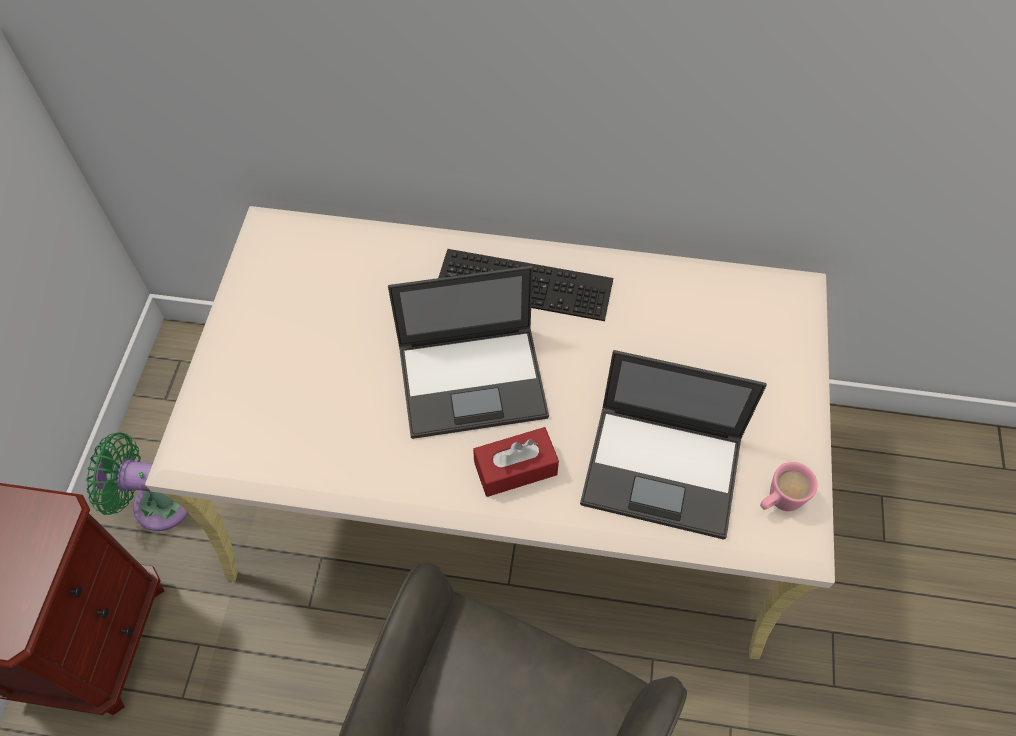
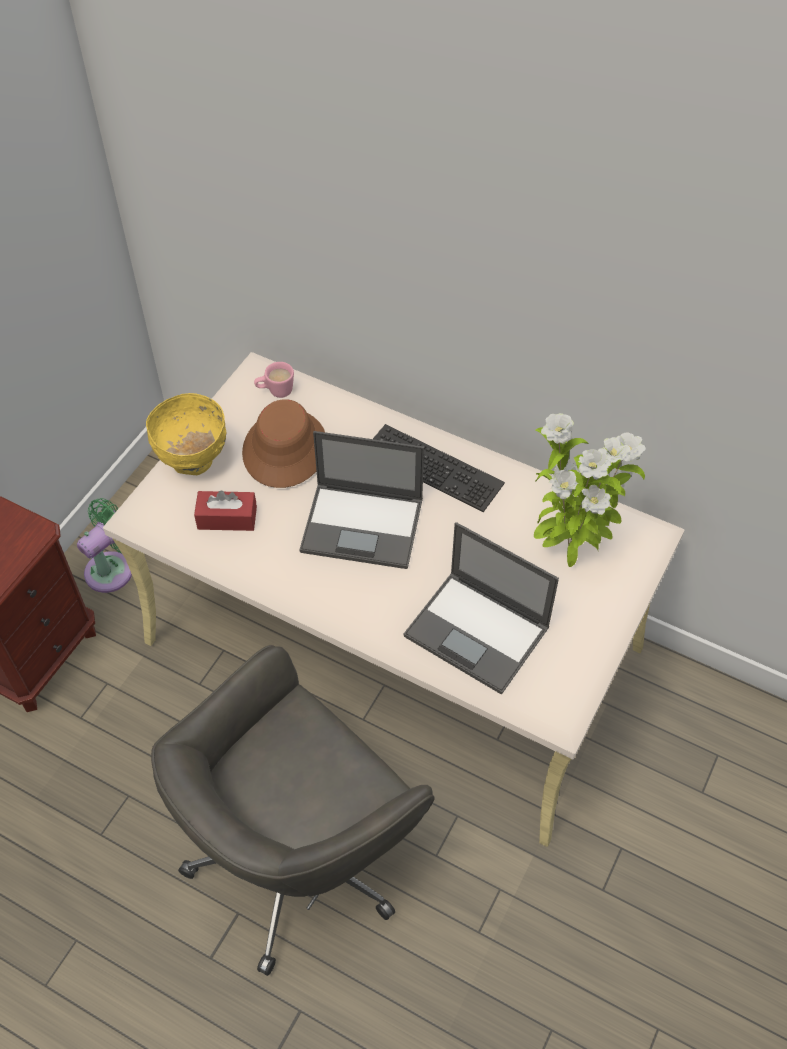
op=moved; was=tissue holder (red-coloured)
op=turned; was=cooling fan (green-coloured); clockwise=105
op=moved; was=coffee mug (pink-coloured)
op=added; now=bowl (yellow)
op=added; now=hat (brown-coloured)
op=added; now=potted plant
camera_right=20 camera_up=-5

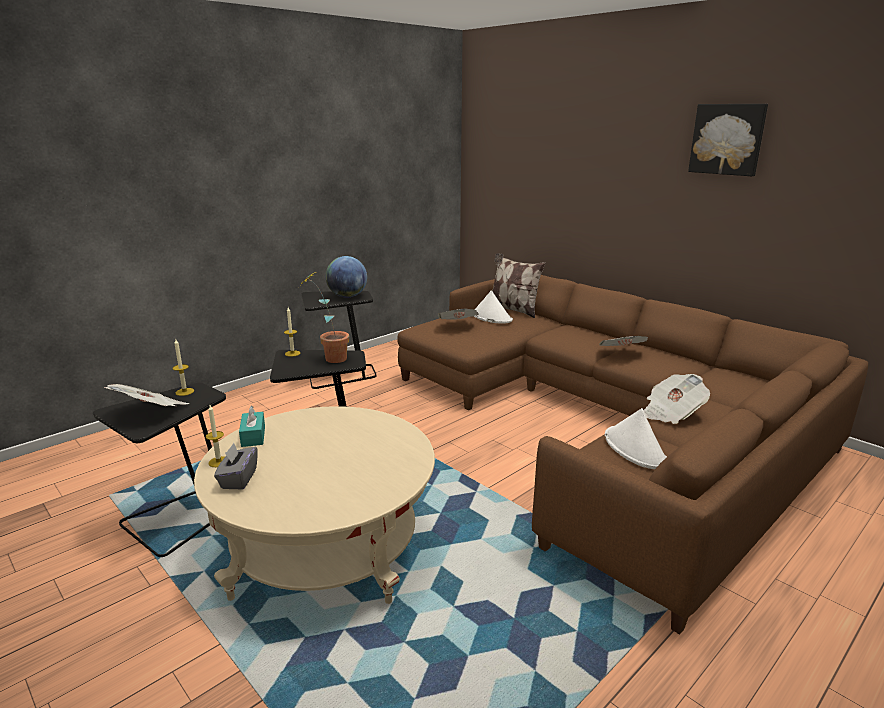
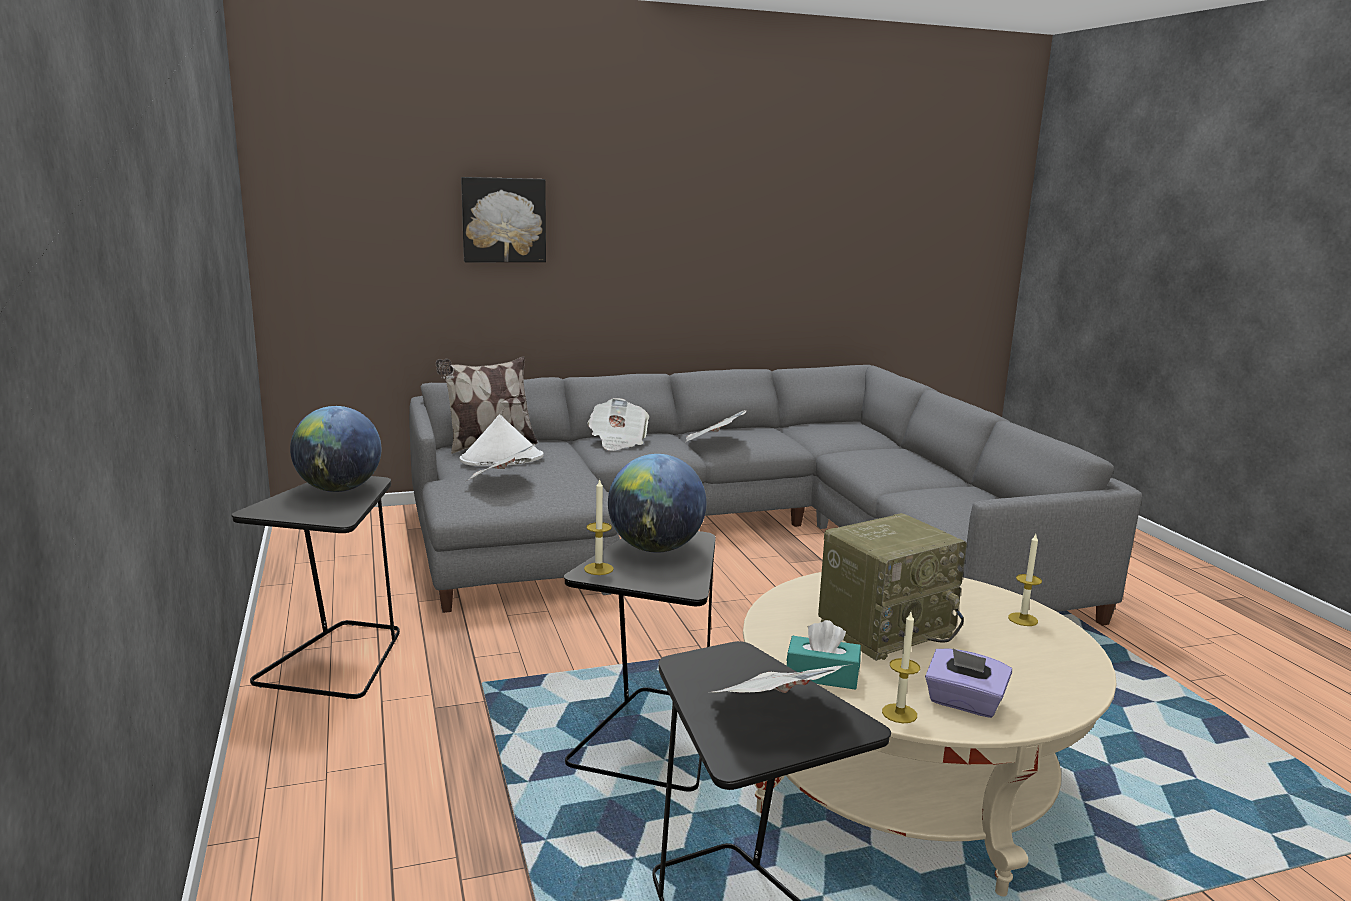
op=moved; was=picture
op=replaced; was=potted plant; now=globe (2nd from left)
op=recoloured; was=sofa (brown-coloured); now=sofa (grey)
op=moved; was=candle (1st from left in the first image); now=candle (3rd from left)
op=moved; was=newspaper (4th from left in the first image); now=newspaper (2nd from left)
op=removed; was=hat (white) (2nd from left)
op=recoloured; was=tissue holder (grey); now=tissue holder (purple)
op=added; now=radio
camera_right=-65 camera_up=-5

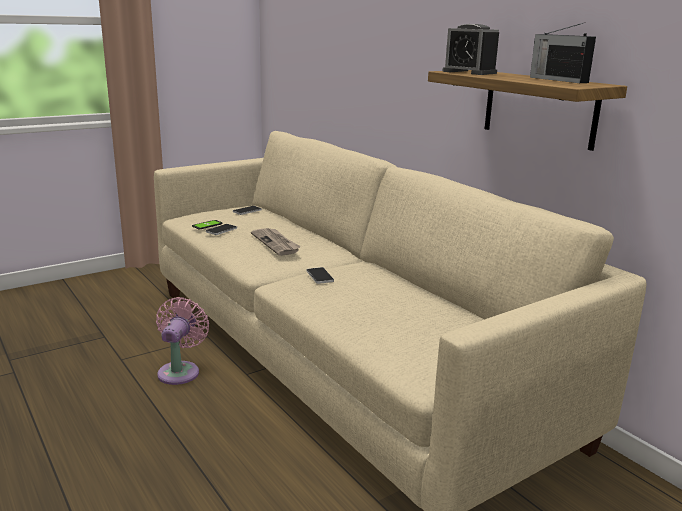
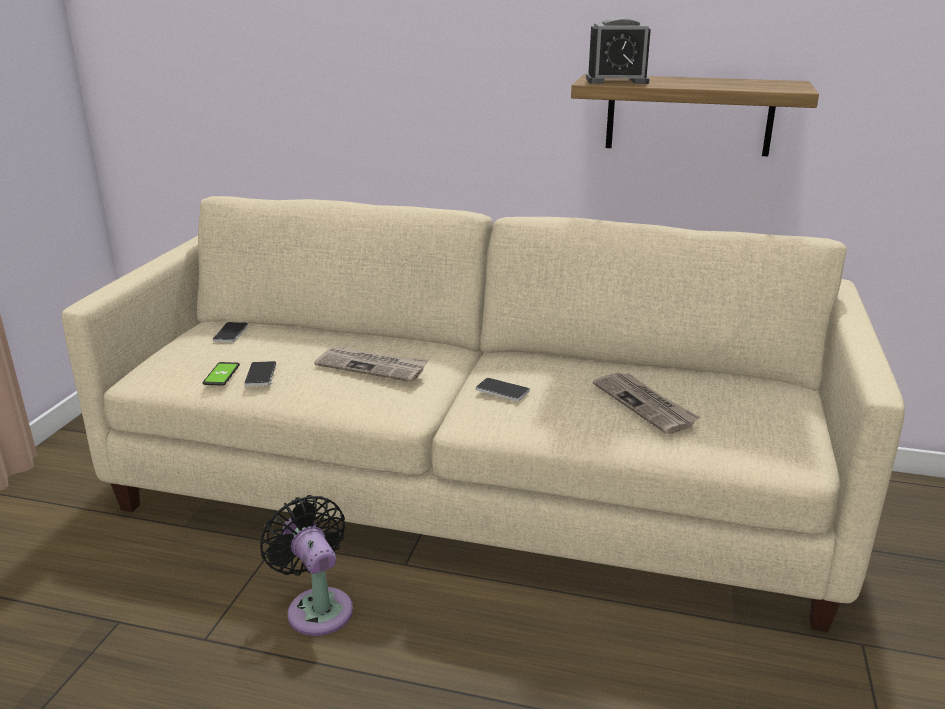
op=removed; was=radio
op=recoloured; was=cooling fan (pink-coloured); now=cooling fan (black)
op=added; now=newspaper (2nd from left)
camera_right=-40 camera_up=5

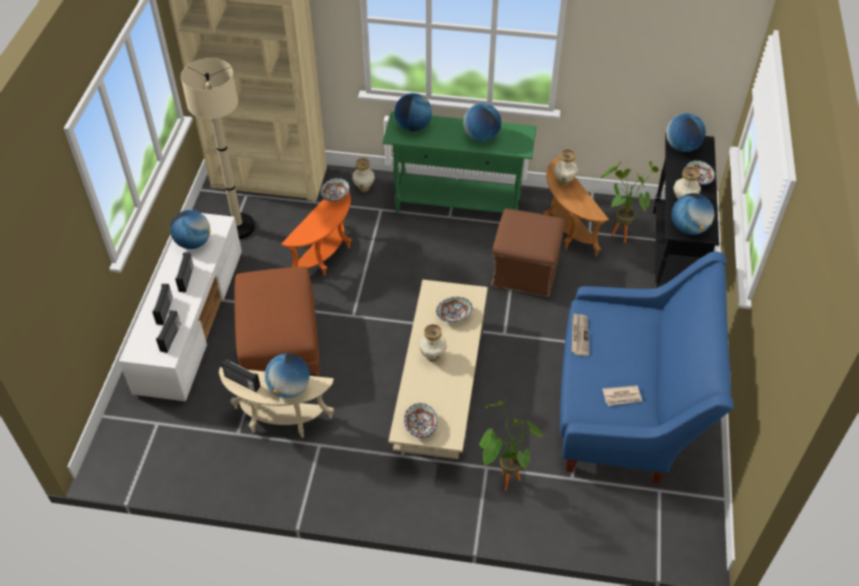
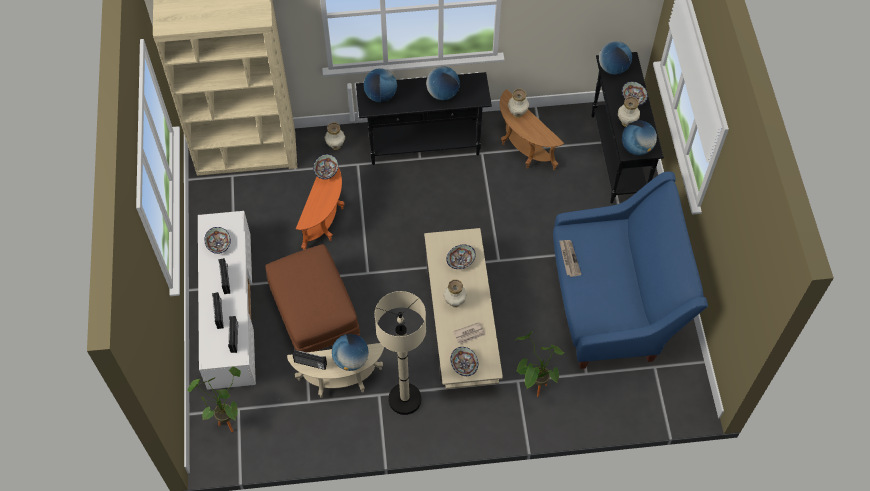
op=moved; was=floor lamp (beige-coloured)
op=recoloured; was=narrow table (green-coloured); now=narrow table (black) (1st from left)
op=moved; was=potted plant (2nd from left in the first image); now=potted plant (1st from left)
op=removed; was=footrest (brown-coloured) (2nd from left)
op=replaced; was=globe (1st from left); now=bowl (1st from left)
op=moved; was=newspaper (2nd from left in the first image); now=newspaper (1st from left)
camera_right=-15 camera_up=10

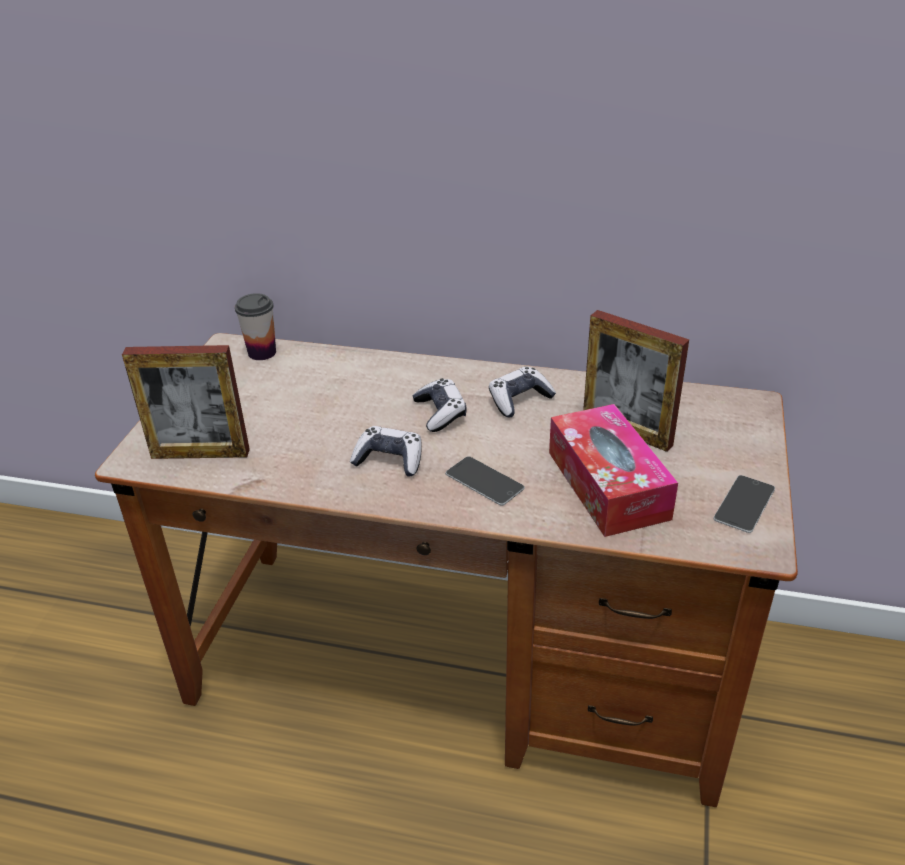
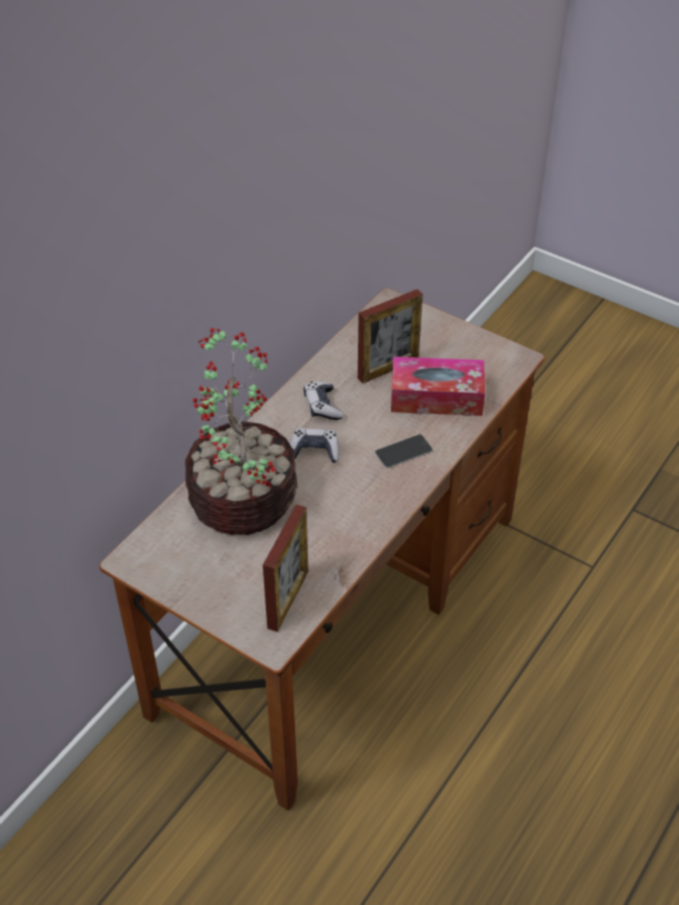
op=removed; was=cup
op=removed; was=gamepad (1st from left)
op=removed; was=telephone (2nd from left)
op=added; now=potted plant
camera_right=-70 camera_up=10

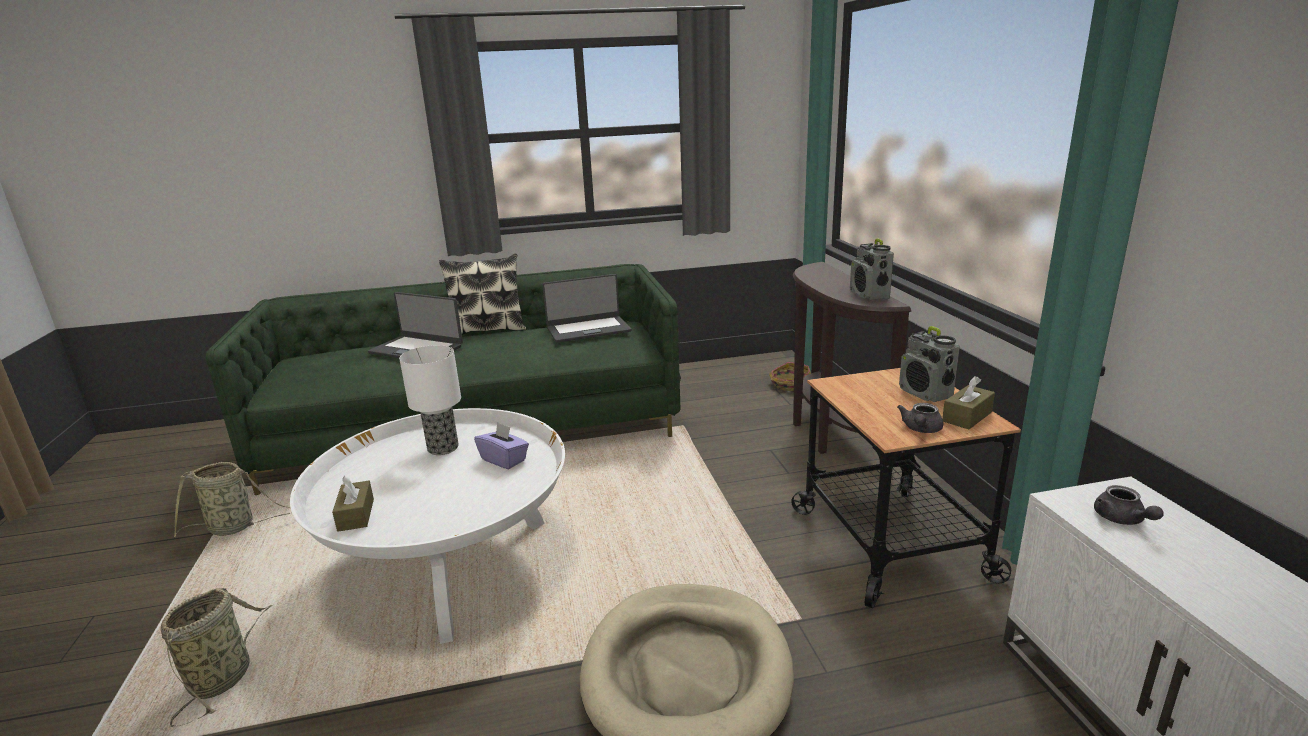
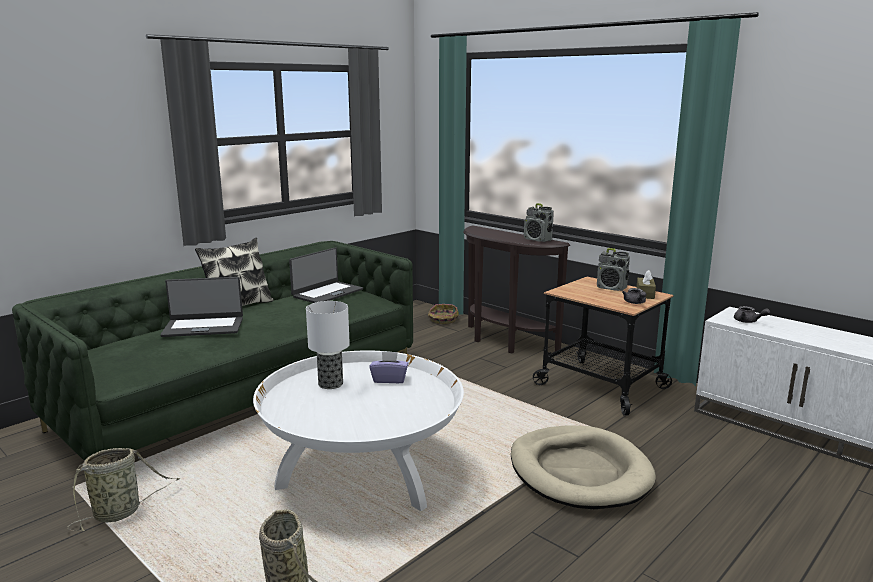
op=removed; was=tissue holder (brown-coloured) (1st from left)
camera_right=-35 camera_up=-5

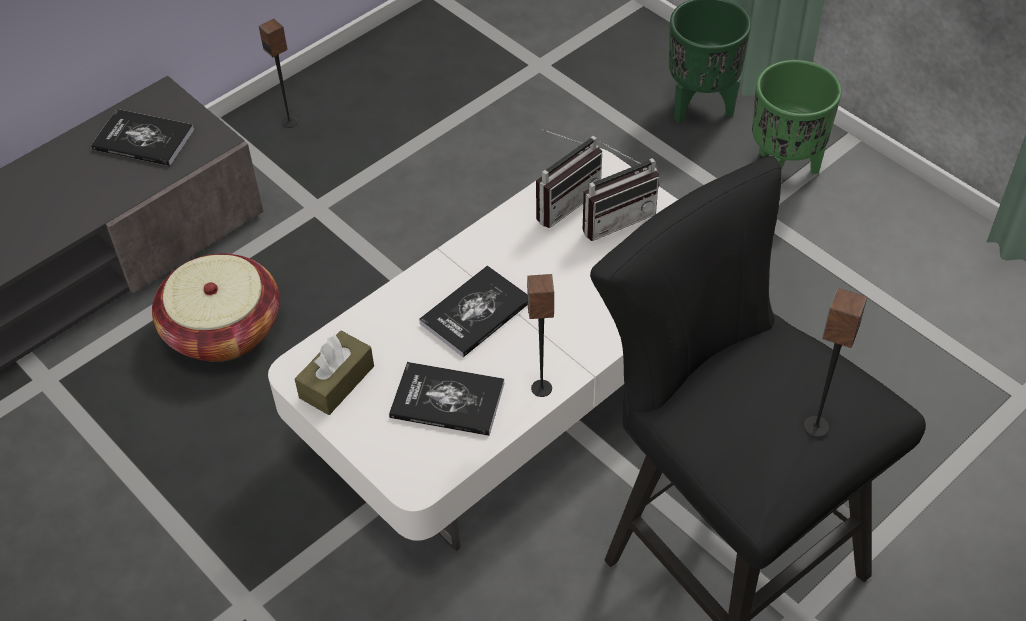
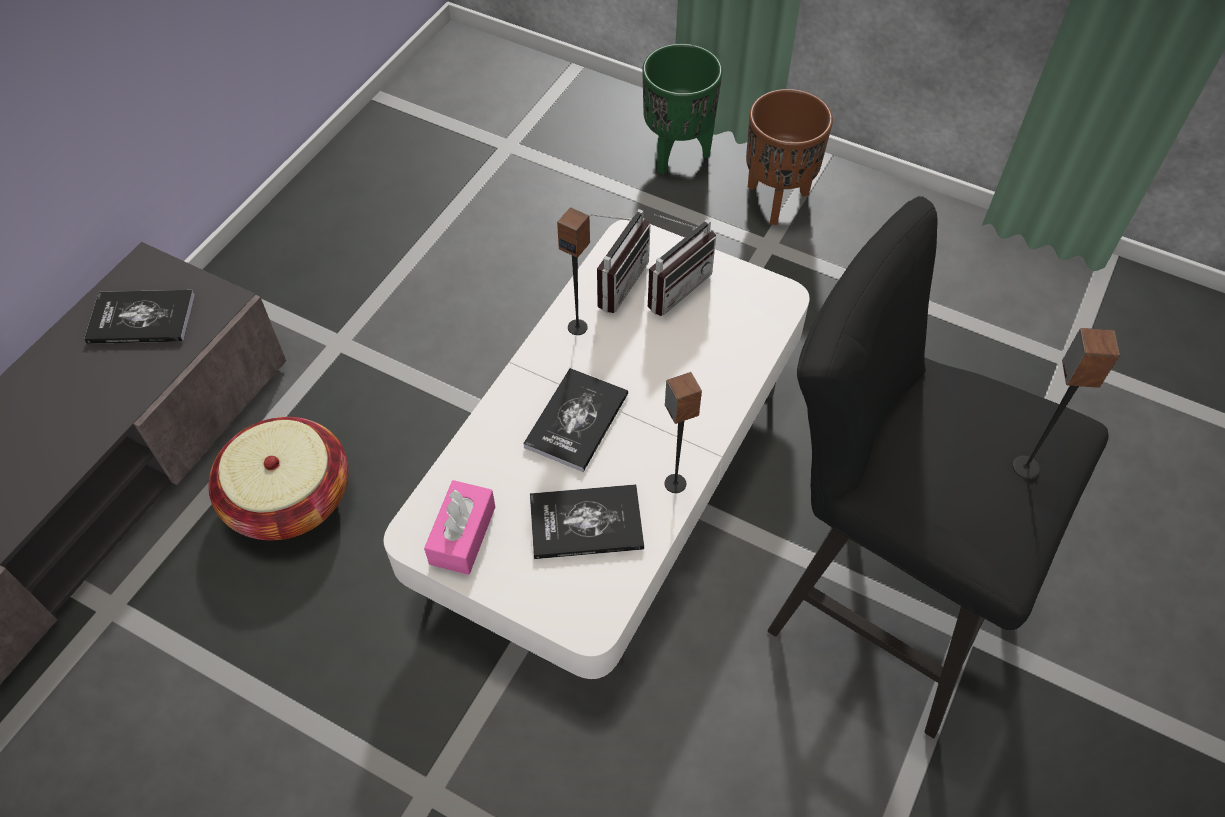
op=moved; was=audio speaker (1st from left)
op=recoloured; was=planter (green-coloured) (2nd from left); now=planter (brown-coloured)
op=recoloured; was=tissue holder (brown-coloured); now=tissue holder (pink-coloured)
camera_right=-20 camera_up=5

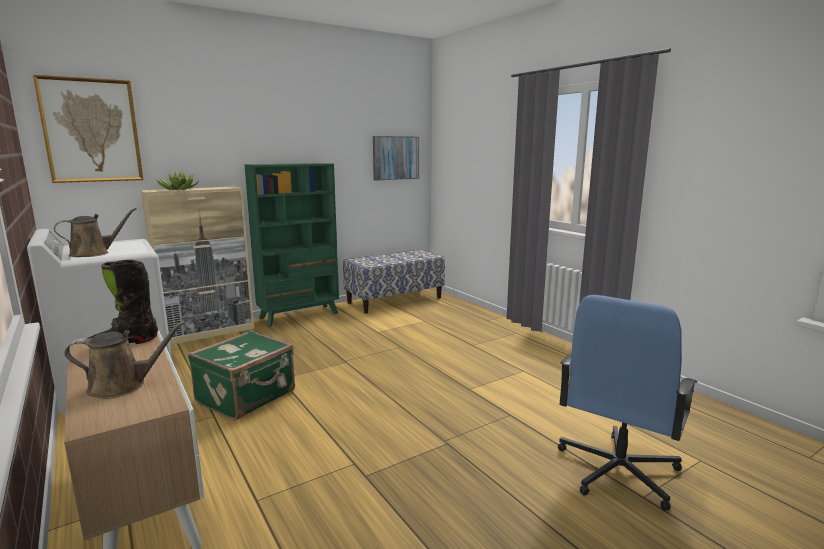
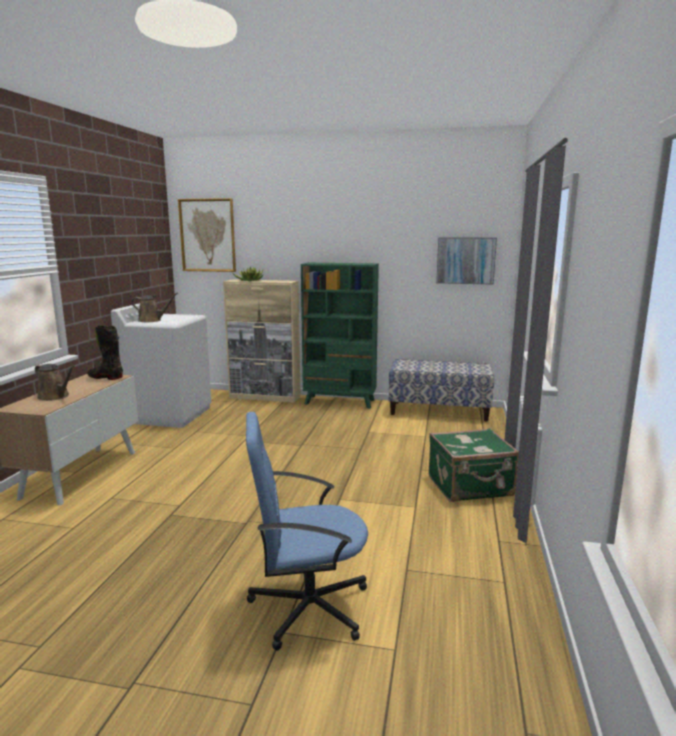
op=moved; was=piece of luggage (green-coloured)
camera_right=45 camera_up=0

